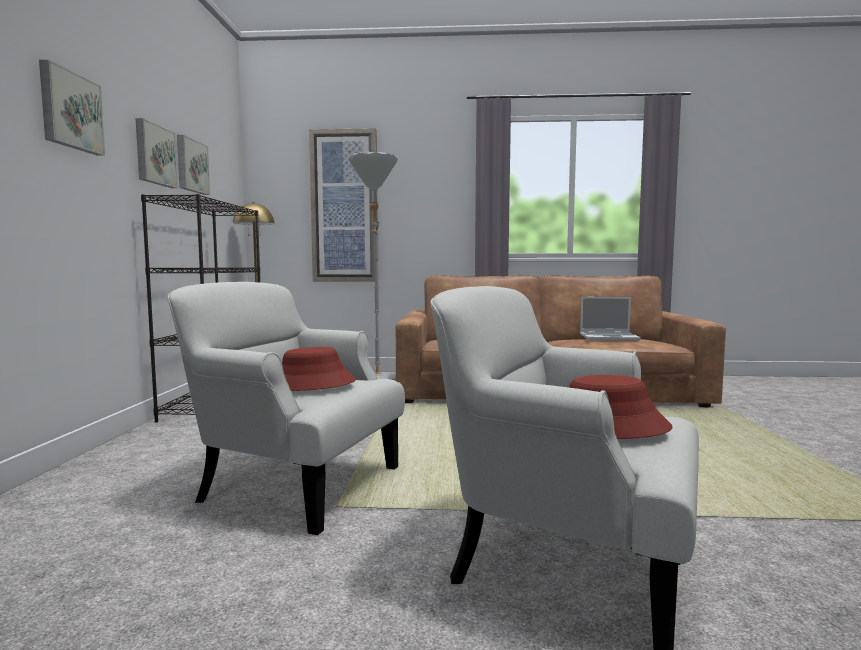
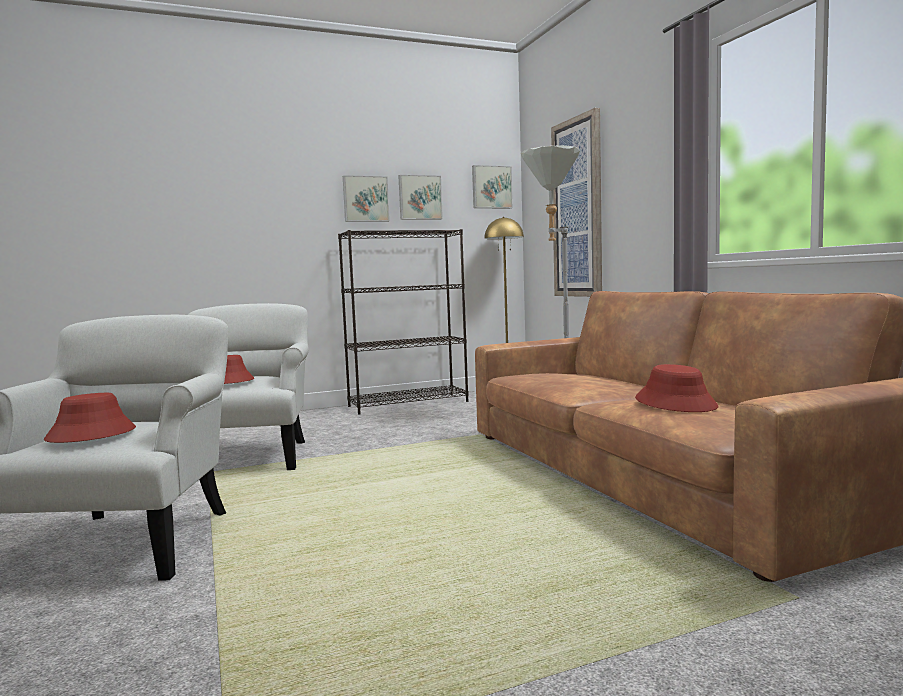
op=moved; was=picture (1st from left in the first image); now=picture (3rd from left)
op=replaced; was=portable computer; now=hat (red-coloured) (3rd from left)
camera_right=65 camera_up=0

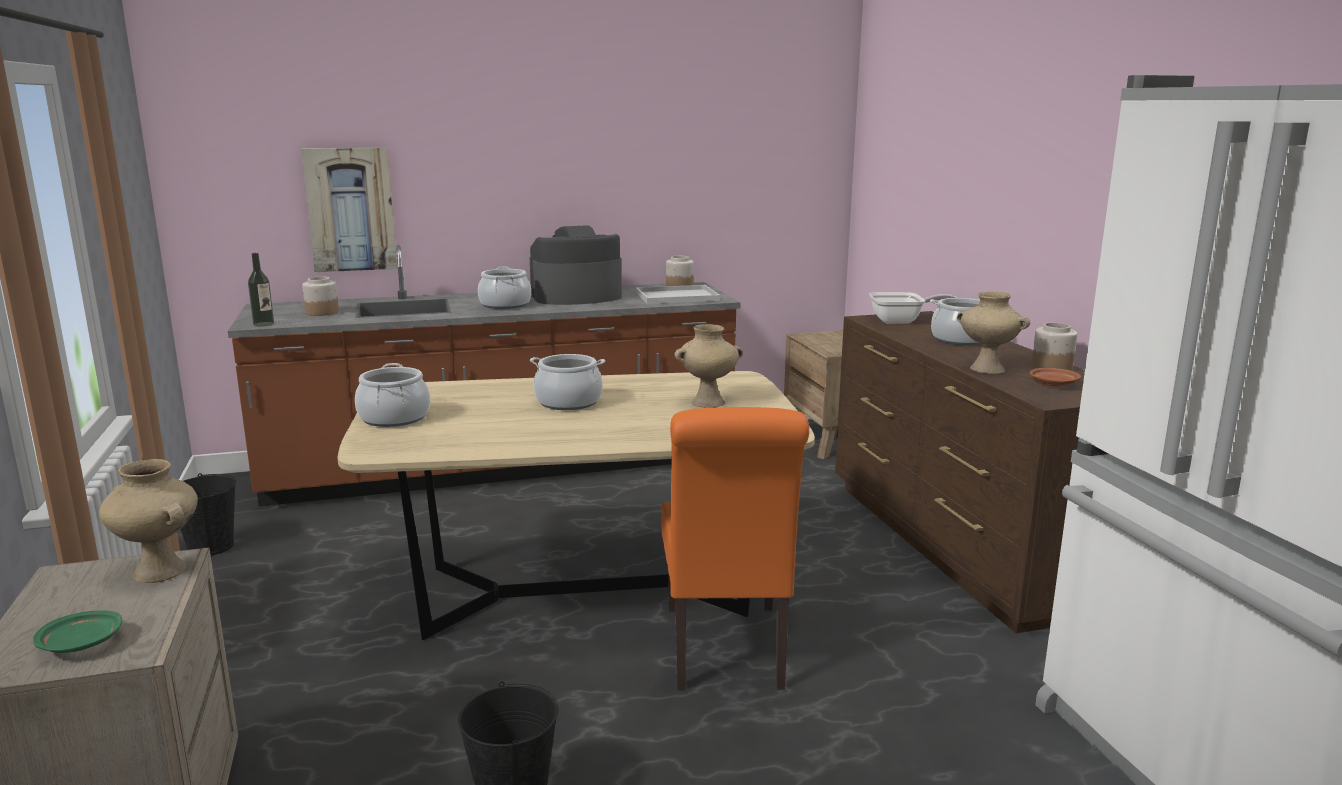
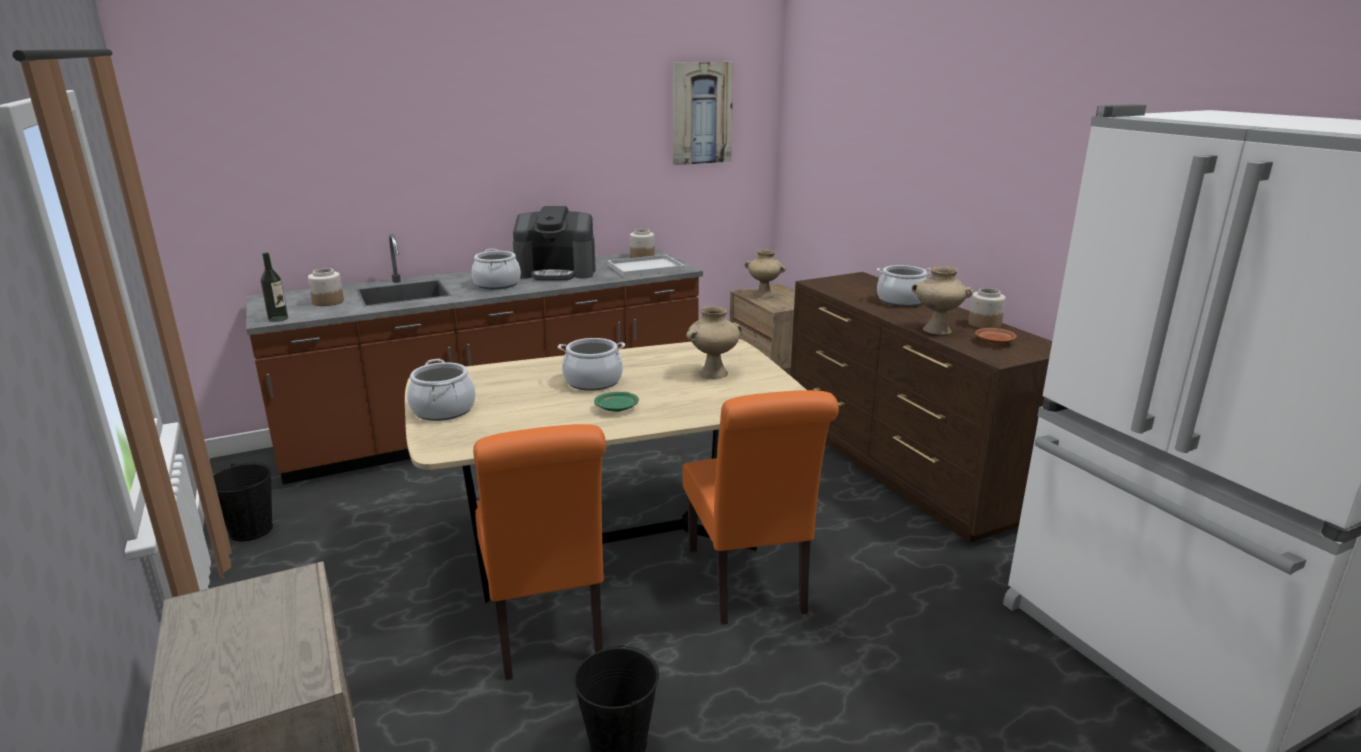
op=moved; was=picture
op=turned; was=coffee machine; clockwise=-150
op=removed; was=pan
op=moved; was=vase (beige-coloured) (1st from left in the first image); now=vase (beige-coloured) (2nd from left)
op=moved; was=plate (green-coloured)
op=added; now=chair (orangey) (1st from left)
camera_right=-10 camera_up=5

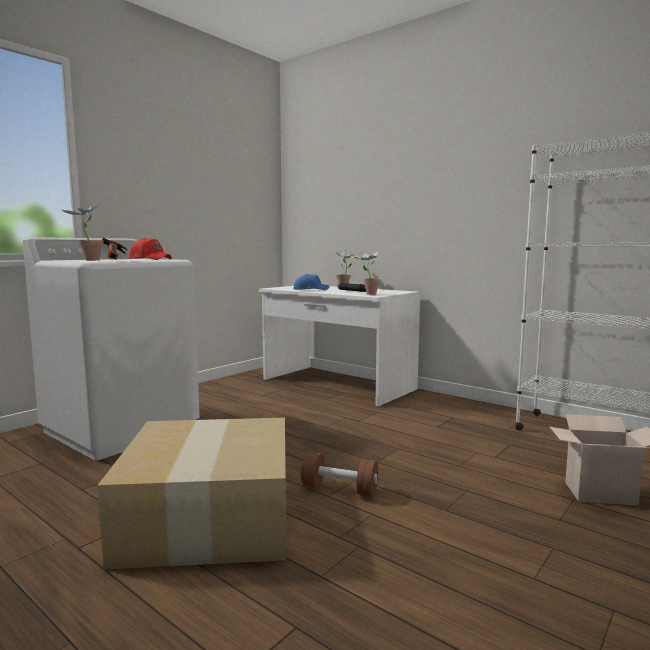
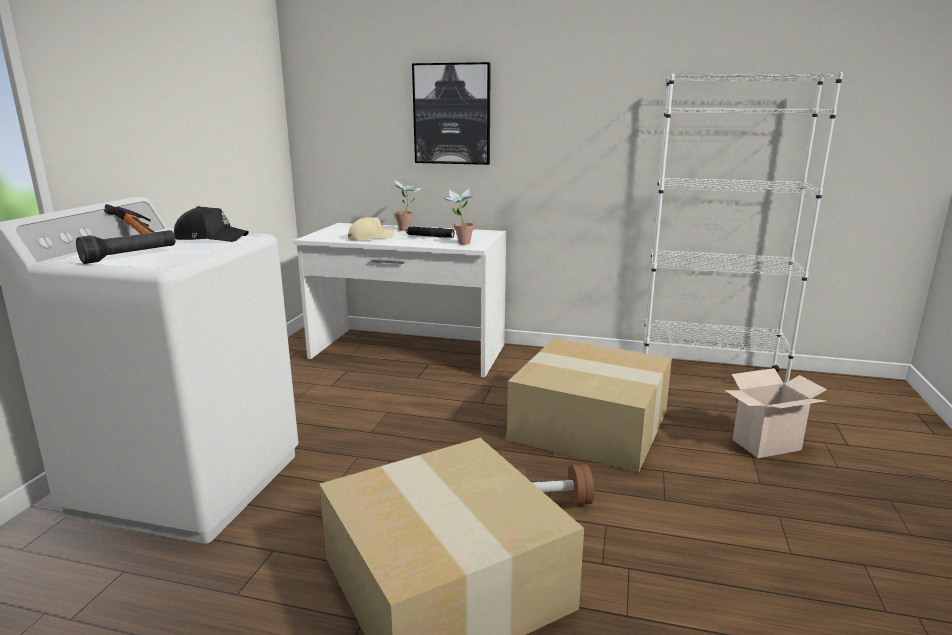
op=replaced; was=potted plant (1st from left); now=flashlight (black) (1st from left)
op=recoloured; was=cap (red-coloured); now=cap (black)
op=recoloured; was=cap (blue-coloured); now=cap (beige-coloured)
op=added; now=picture
op=added; now=carton (2nd from left)
camera_right=-25 camera_up=10

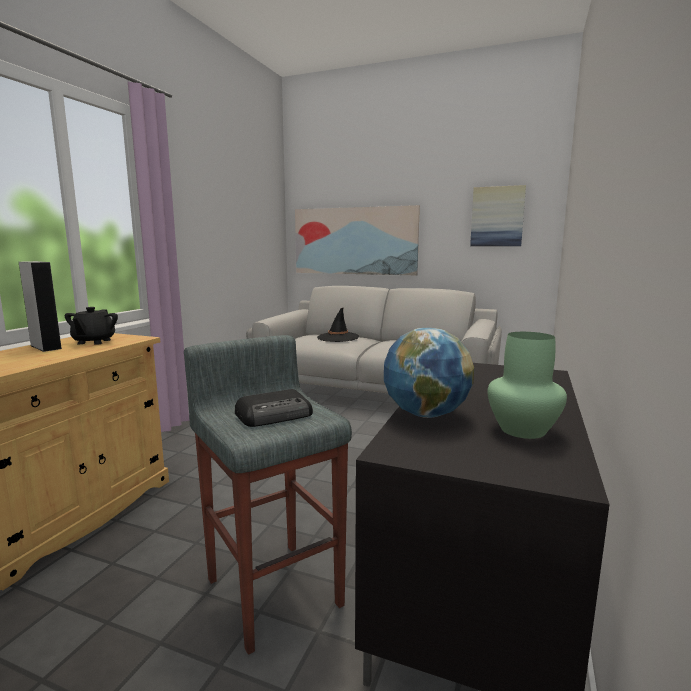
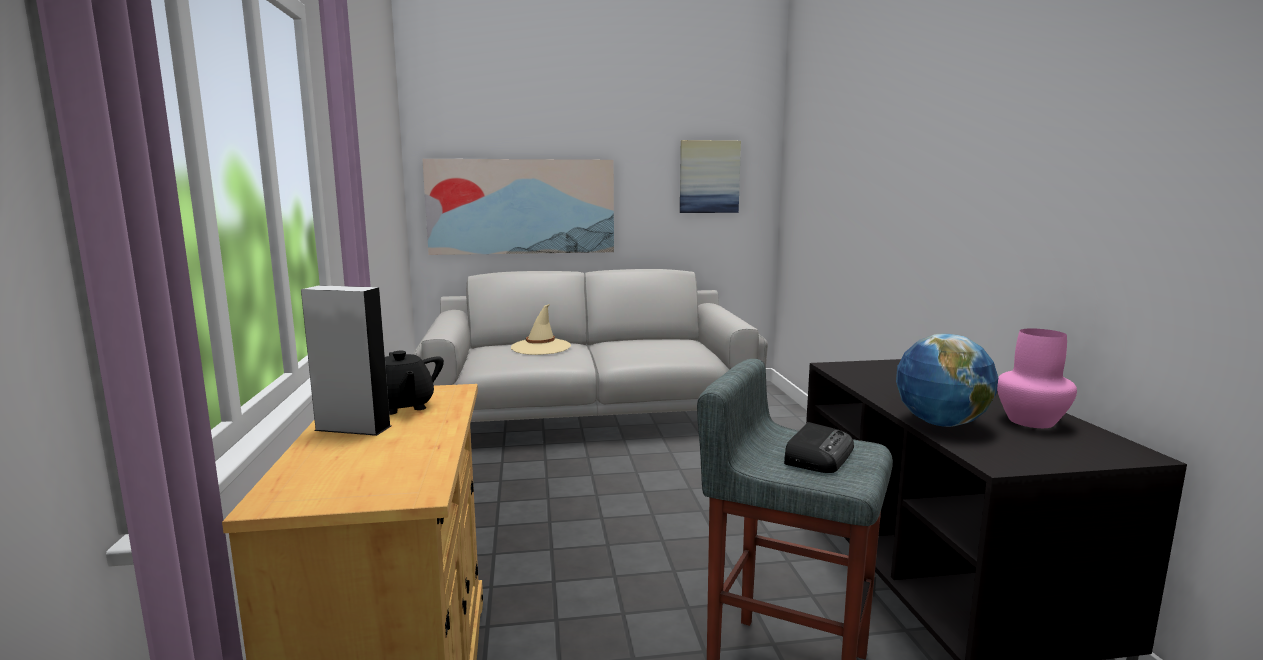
op=recoloured; was=hat (black); now=hat (beige-coloured)
op=recoloured; was=vase (green-coloured); now=vase (pink-coloured)
camera_right=-30 camera_up=0

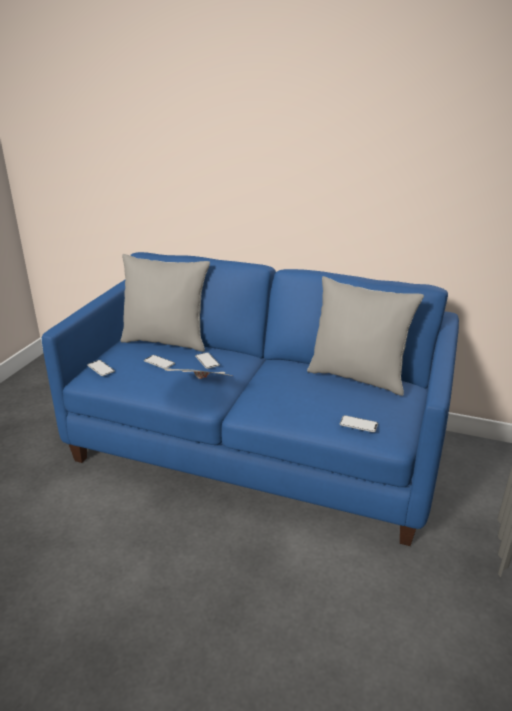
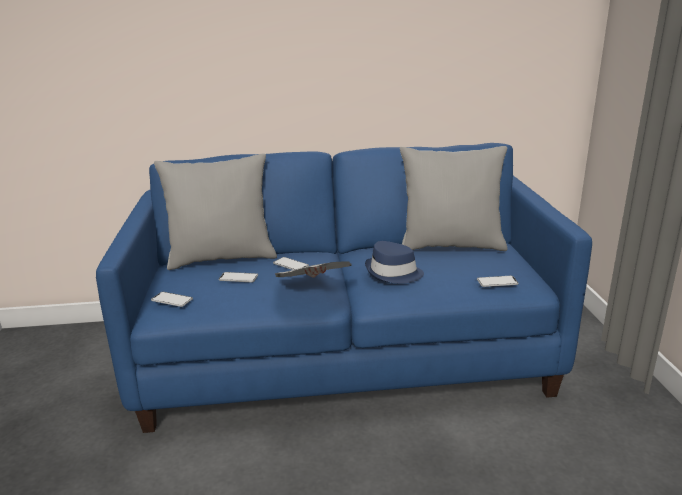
op=added; now=hat (blue-coloured)
camera_right=-25 camera_up=-5

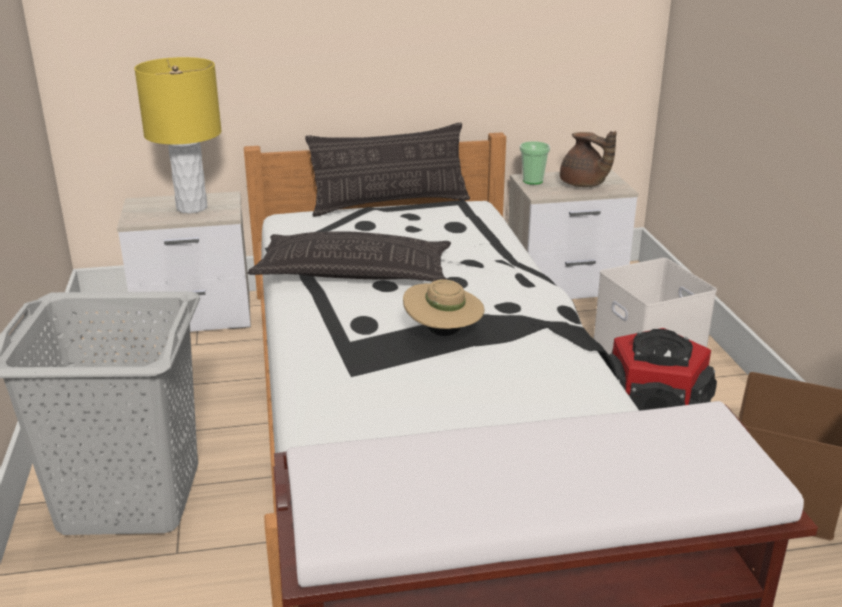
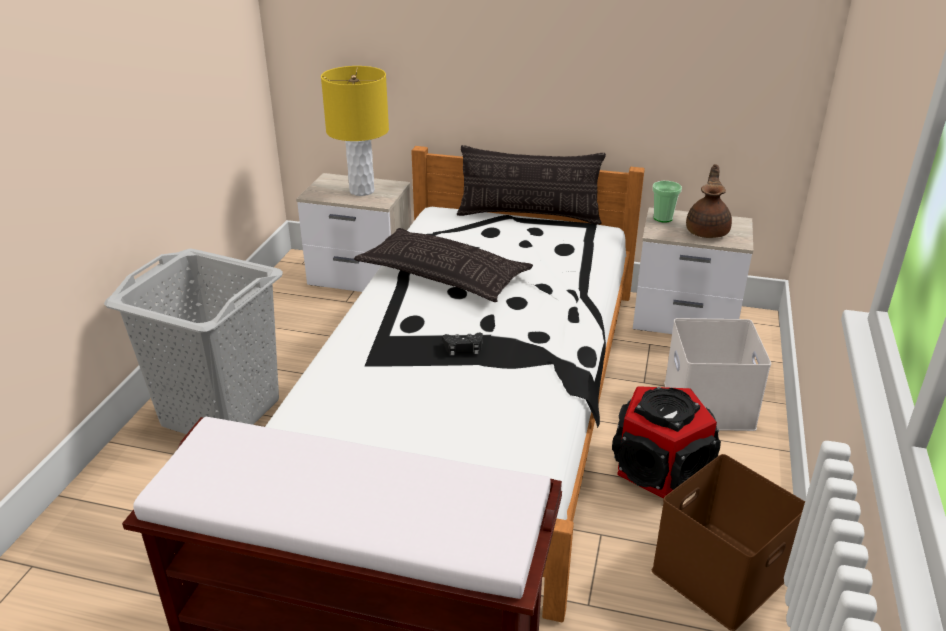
op=turned; was=tea pot (brown-coloured); clockwise=-150
op=replaced; was=hat (beige-coloured); now=gamepad (black)
camera_right=25 camera_up=5

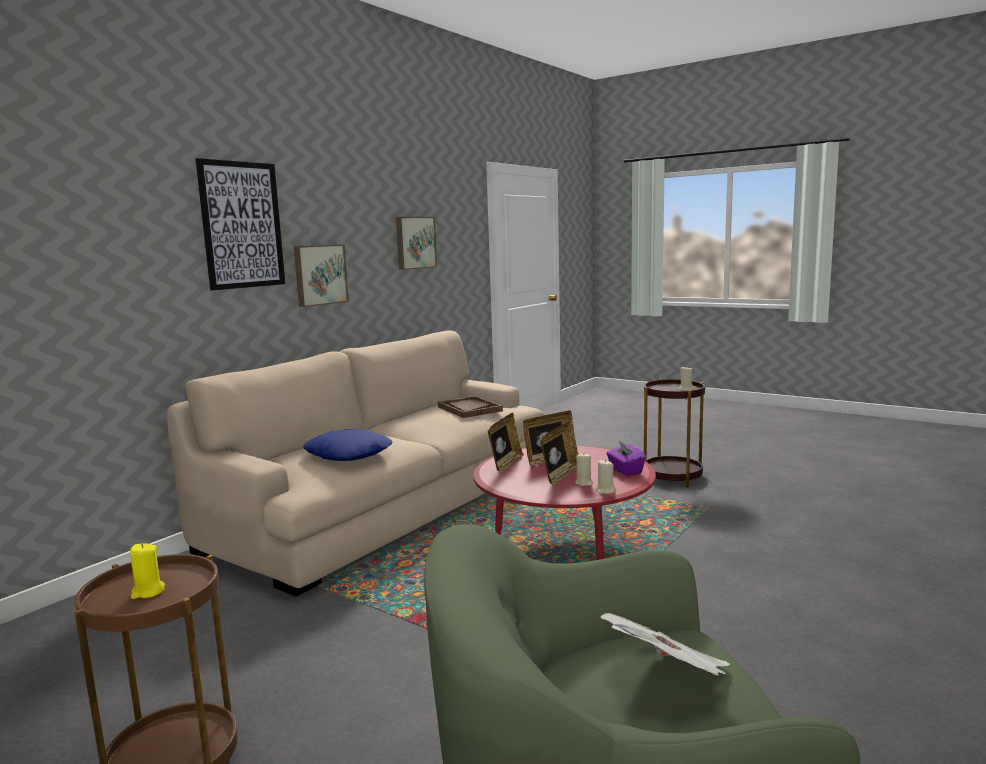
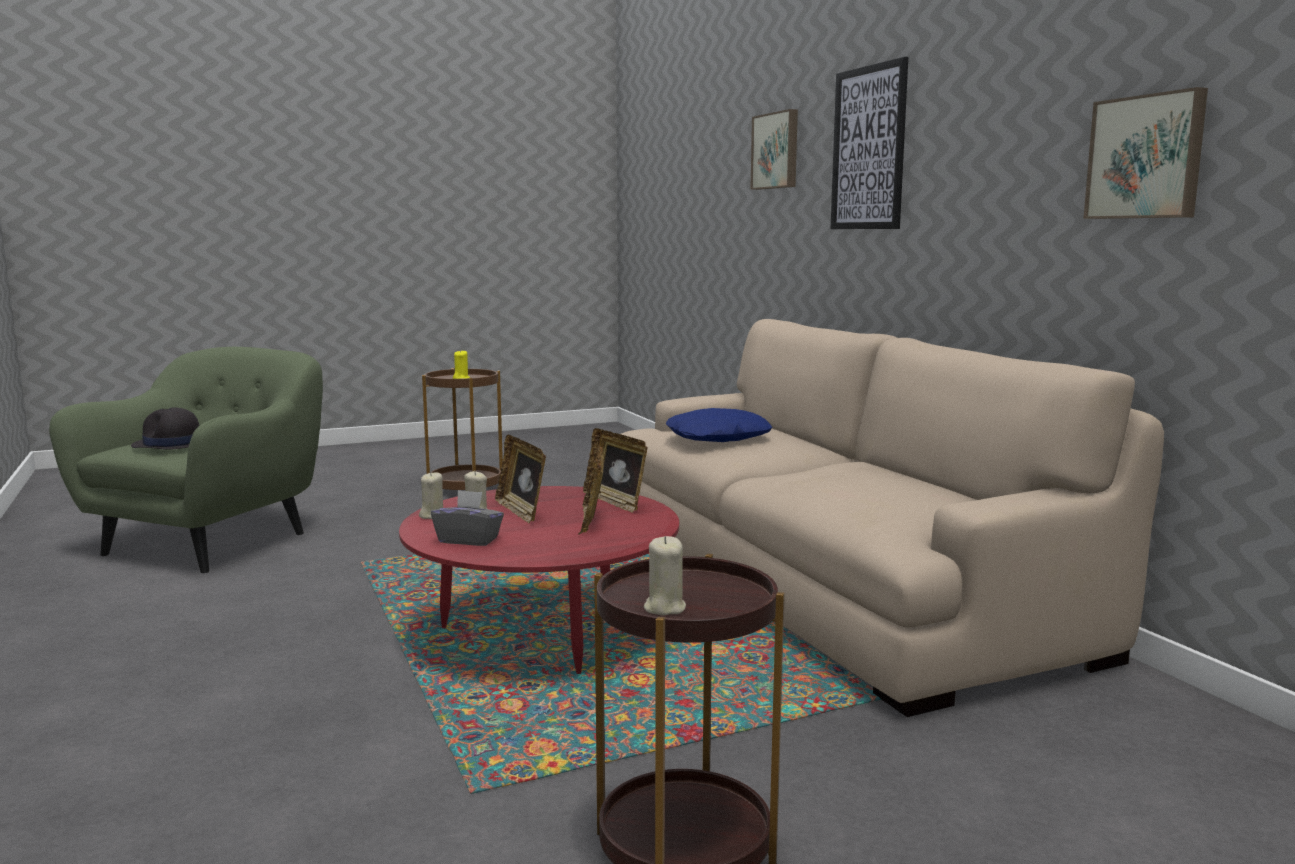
op=moved; was=picture (2nd from left in the first image); now=picture (1st from left)
op=removed; was=serving tray (brown-coloured)
op=recoloured; was=tissue holder (purple); now=tissue holder (grey)
op=replaced; was=newspaper; now=hat (black)
camera_right=120 camera_up=0

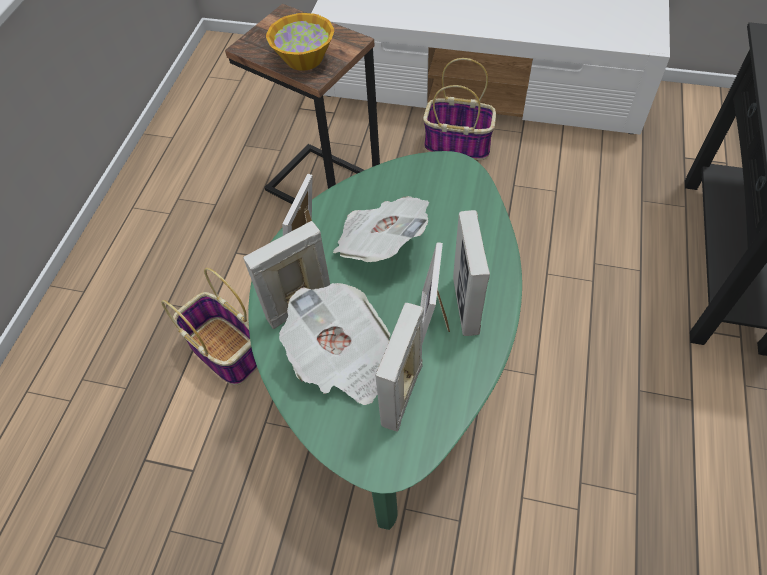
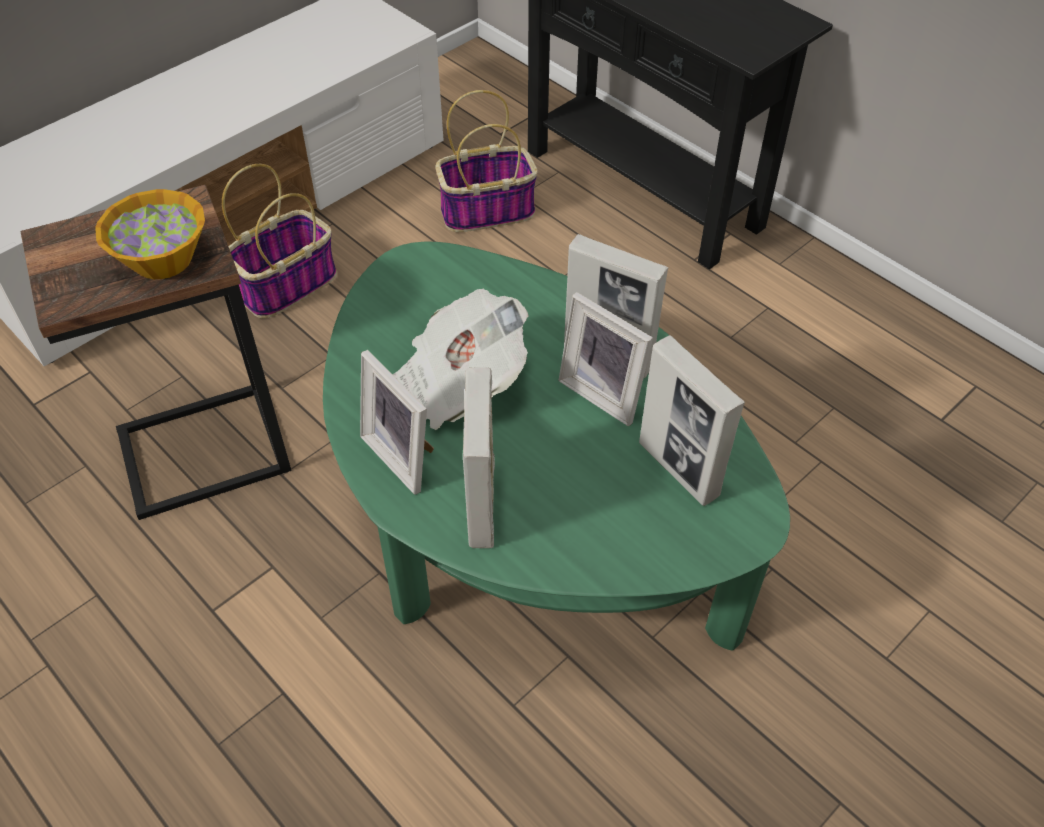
op=moved; was=storage basket (1st from left in the first image); now=storage basket (2nd from left)
op=removed; was=newspaper (1st from left)
camera_right=-60 camera_up=-5

